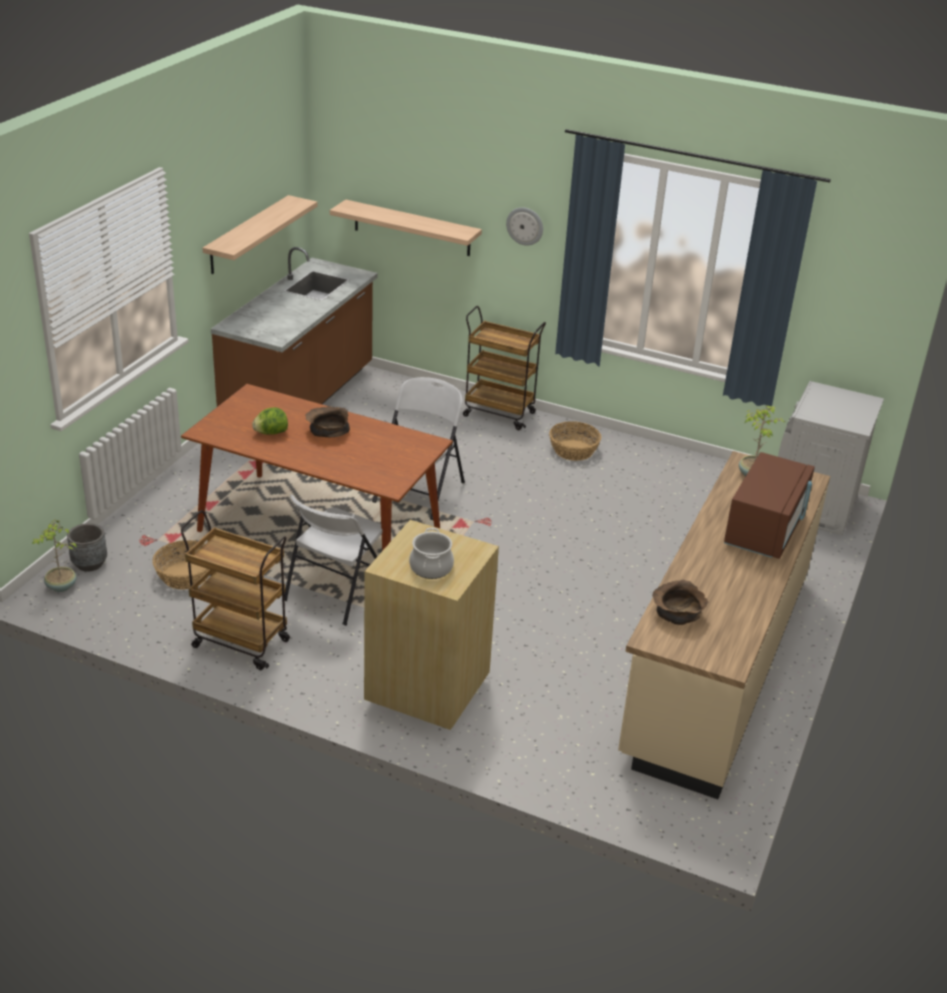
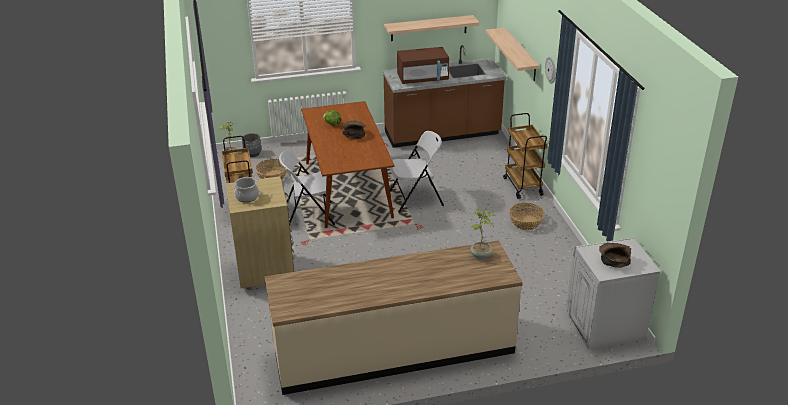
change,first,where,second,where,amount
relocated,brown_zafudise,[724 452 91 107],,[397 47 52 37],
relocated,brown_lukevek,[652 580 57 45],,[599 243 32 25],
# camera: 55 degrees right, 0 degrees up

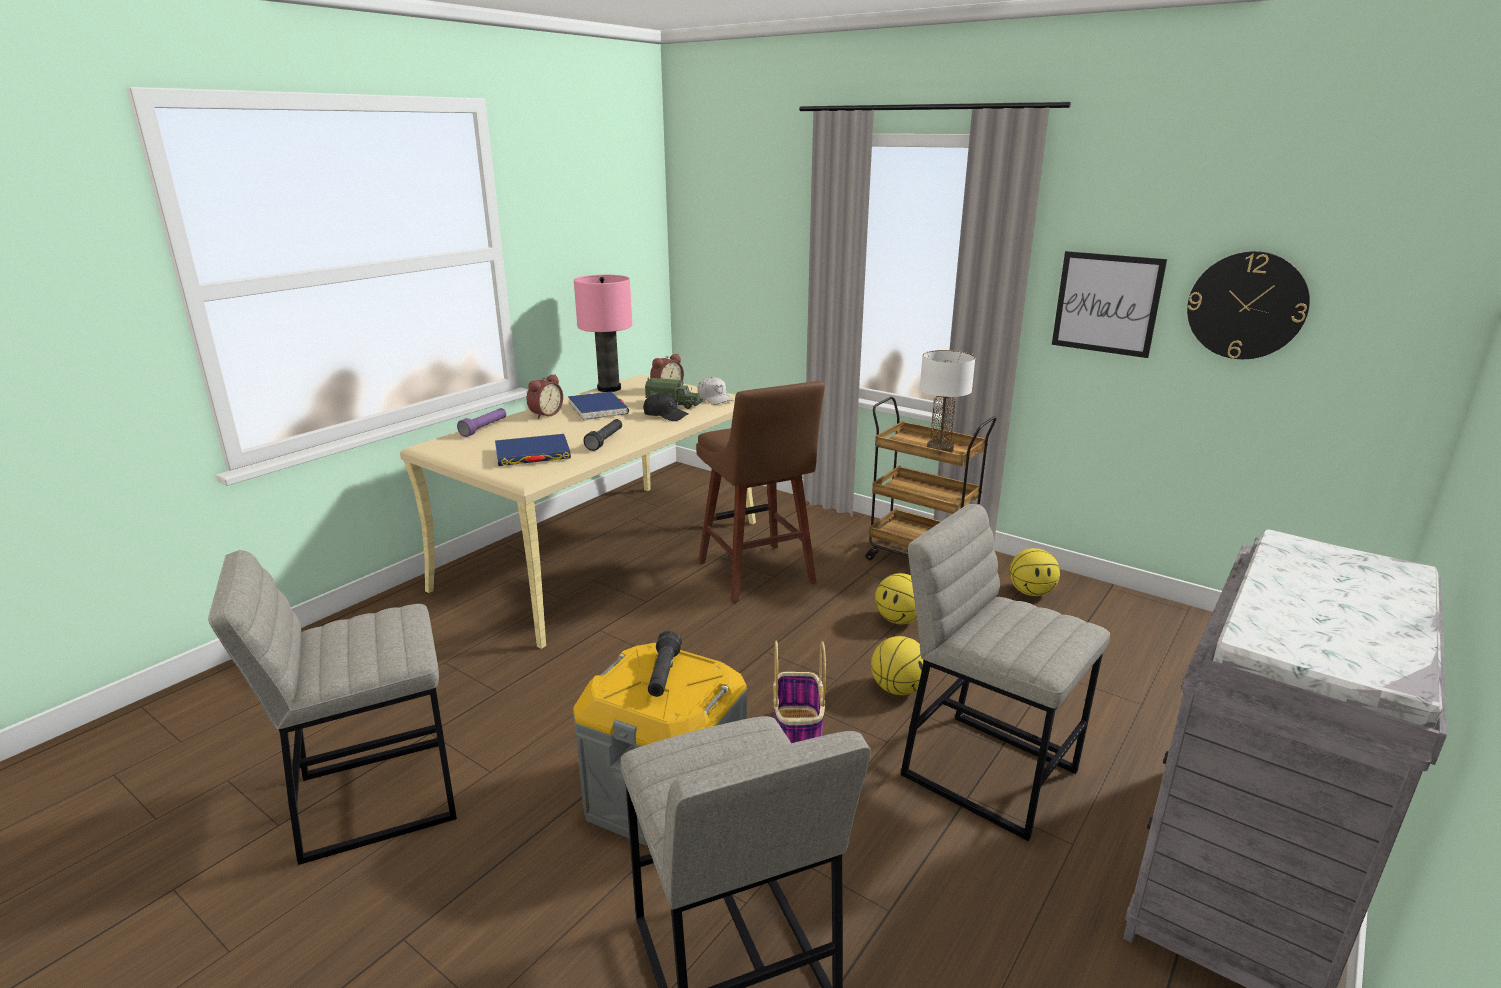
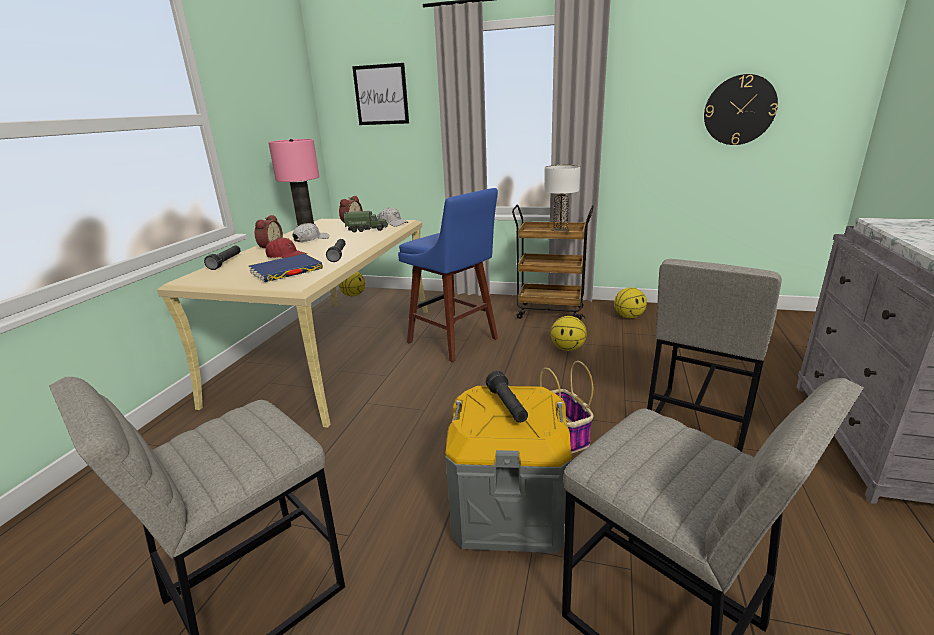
change,first,where,second,where,amount
relocated,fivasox,[1052 251 115 107],,[352 63 57 62],
colour,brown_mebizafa,[696 381 129 222],blue_mebizafa,[398 188 100 174],
exchanged,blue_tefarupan,[568 391 61 30],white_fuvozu,[293 223 36 19],
missing,black_fuvozu,[643 393 46 28],,,
colour,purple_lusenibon,[457 408 49 29],black_lusenibon,[204 246 37 24],
spun,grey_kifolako,[901 504 209 337],,[647 259 135 193],75 degrees counterclockwise
relocated,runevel,[871 636 53 59],,[339 272 26 25],
appeared,,,red_fuvozu,[265 238 42 20],
# camera: 20 degrees left, 0 degrees up

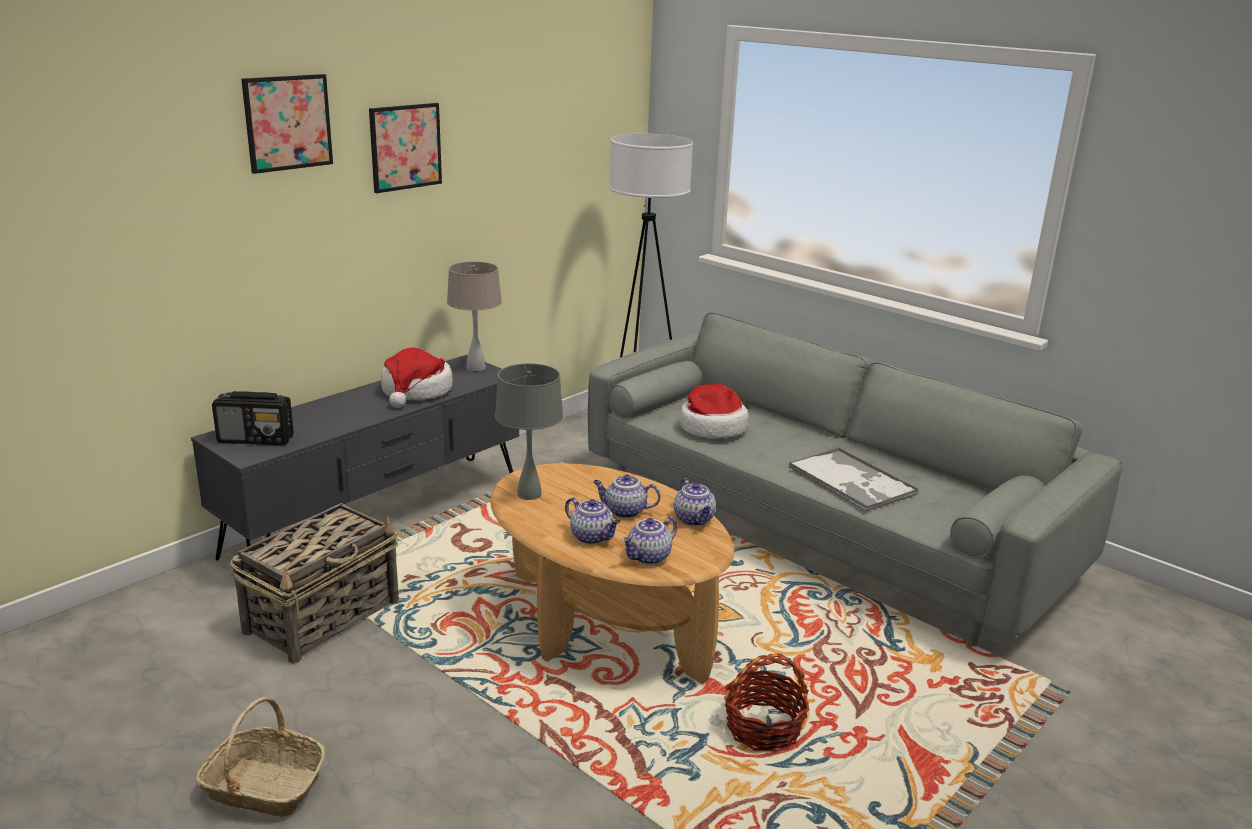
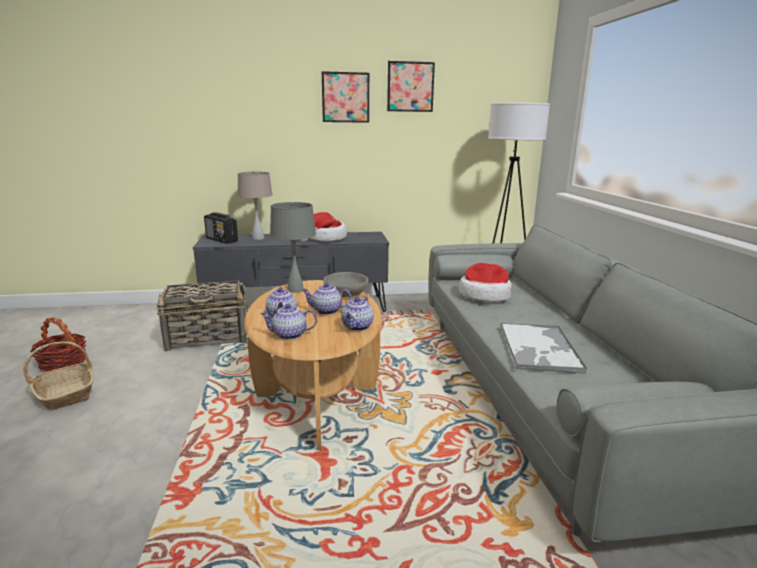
change,first,where,second,where,amount
relocated,fivasox,[241 74 92 100],,[387 61 48 51],
relocated,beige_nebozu,[447 261 55 110],,[238 171 35 69],
spun,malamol,[593 474 68 44],,[302 283 50 32],45 degrees counterclockwise
relocated,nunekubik,[724 653 86 99],,[30 317 56 55],
appeared,,,grey_lukevek,[324 272 44 25],
# camera: 40 degrees right, 5 degrees down

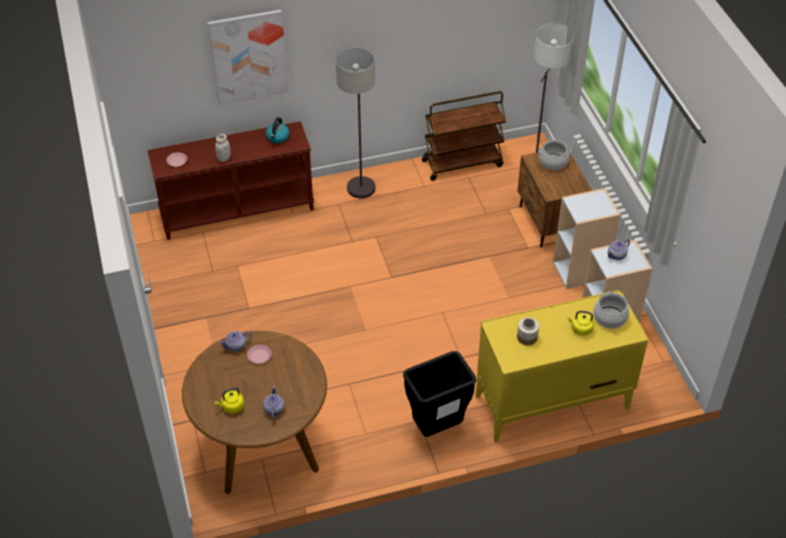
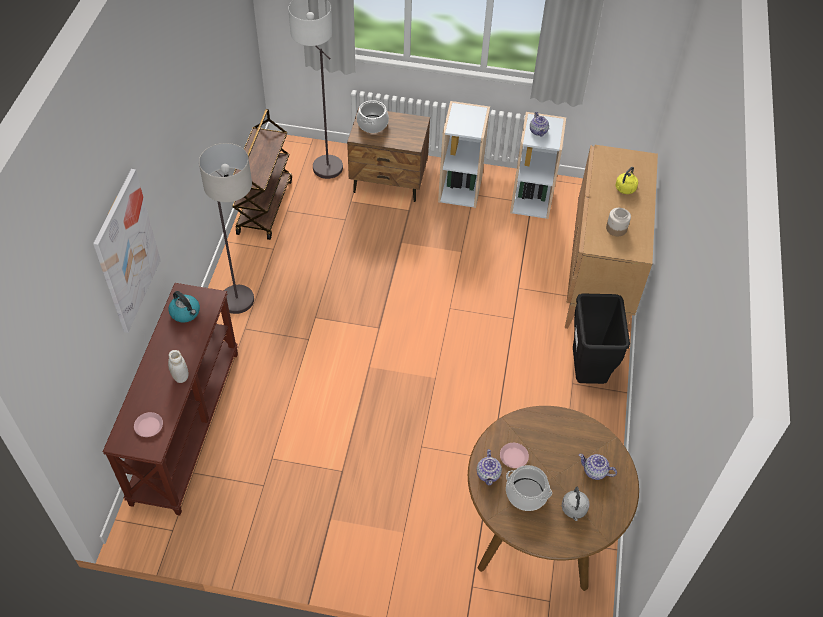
change,first,where,second,where,amount
colour,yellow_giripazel,[476 290 172 152],brown_giripazel,[565 145 93 184],
relocated,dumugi,[593 291 36 38],,[506 465 46 46],
colour,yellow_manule,[214 387 30 27],grey_manule,[562 487 28 34],
# camera: 65 degrees left, 5 degrees up

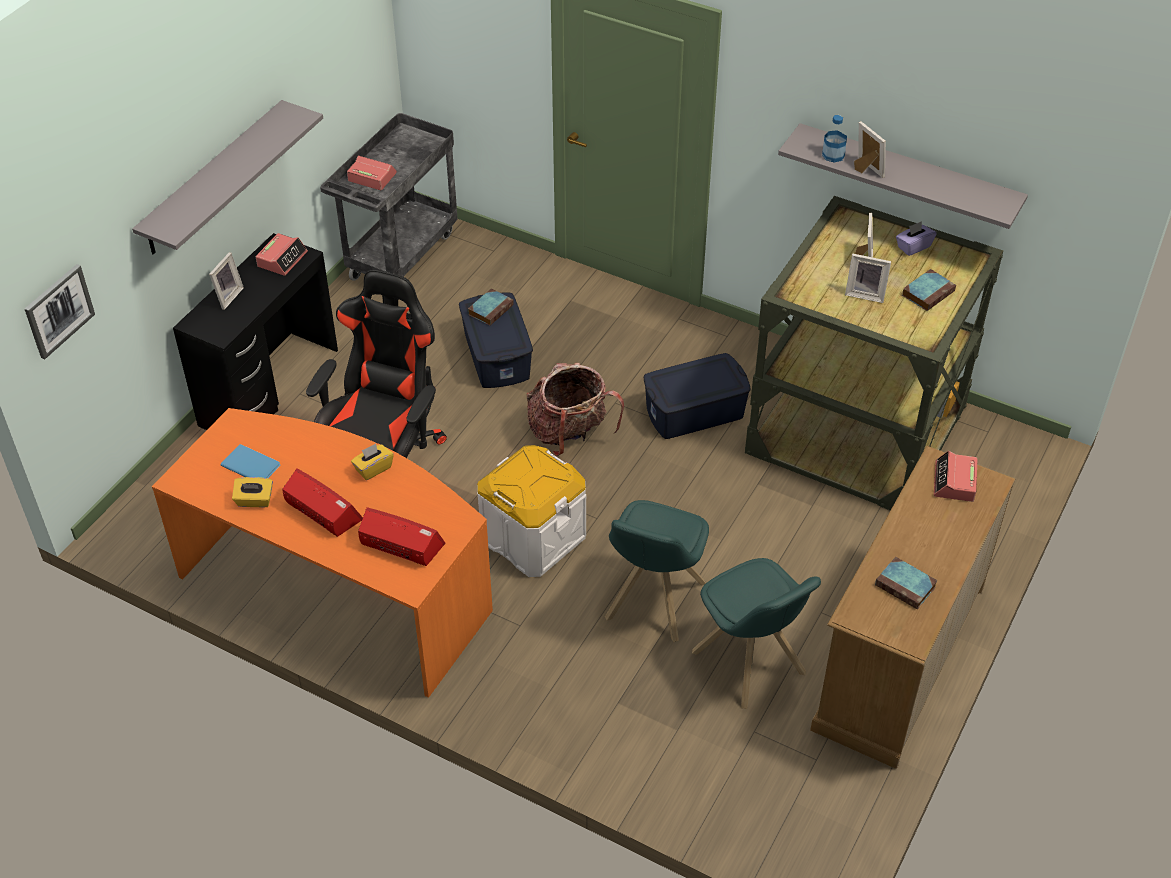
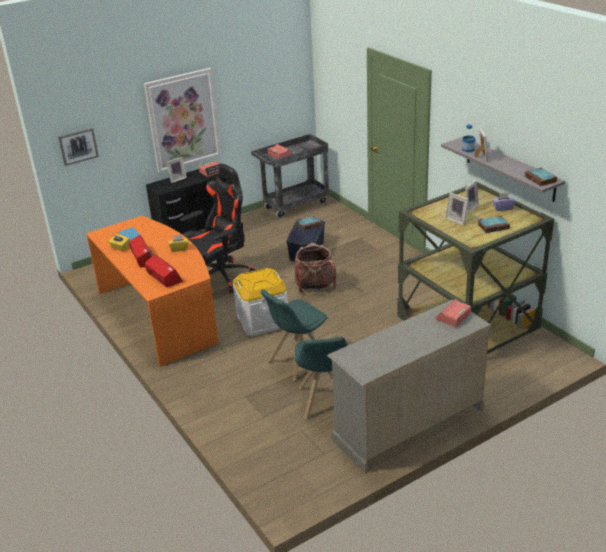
change,first,where,second,where,amount
exchanged,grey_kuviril,[132 100 191 155],fivasox,[144 68 77 105],
missing,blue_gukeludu,[644 353 106 86],,,
colour,brown_giripazel,[810 446 205 323],grey_giripazel,[327 299 165 174],
relocated,tefarupan,[875 557 63 52],,[525 168 32 18],
# camera: 30 degrees right, 15 degrees down

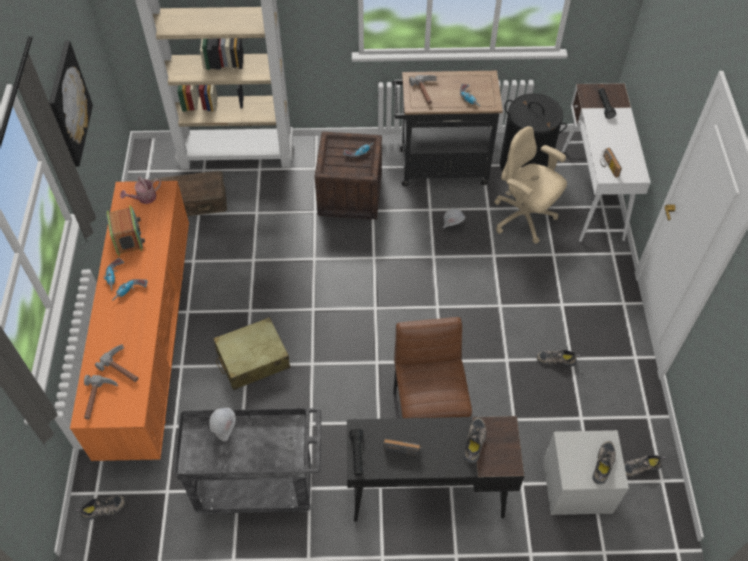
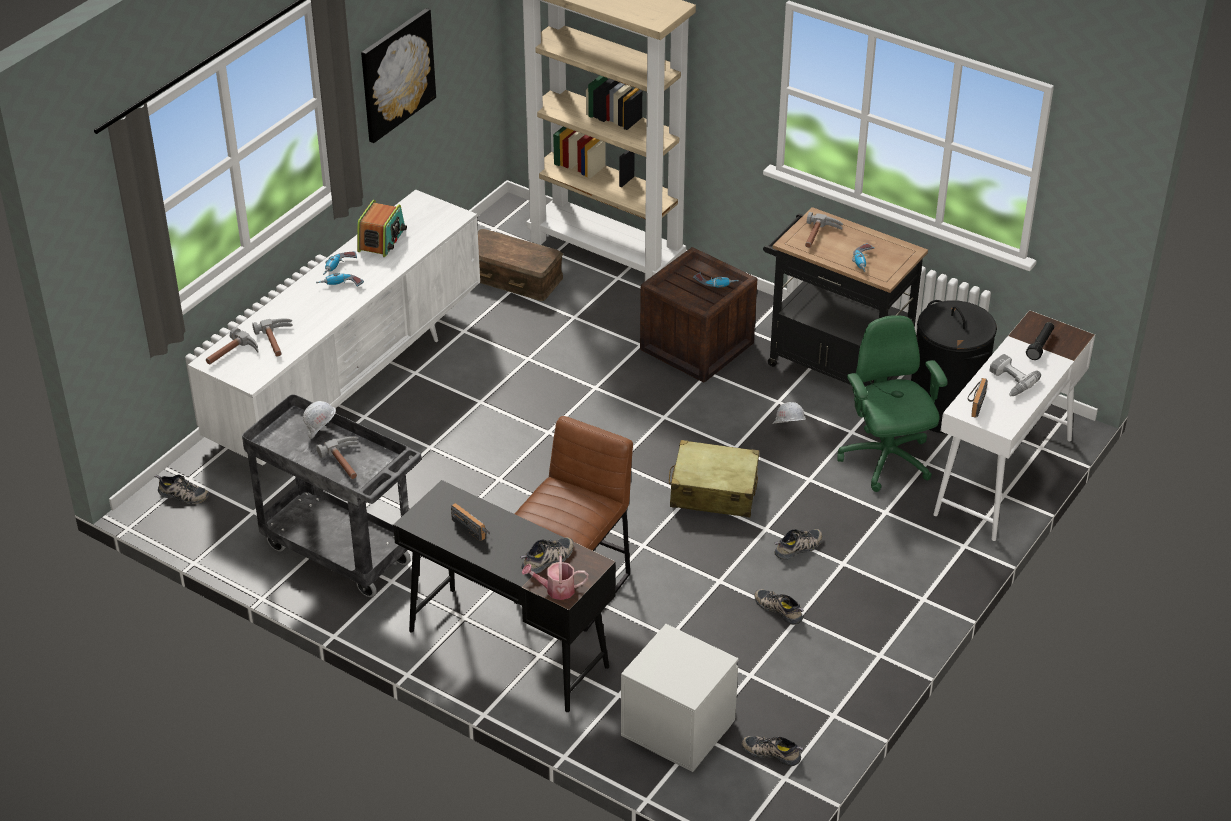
change,first,where,second,where,amount
colour,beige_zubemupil,[494 126 73 118],green_zubemupil,[837 315 111 177],
relocated,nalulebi,[120 177 41 27],,[522 556 66 44],
colour,orange_giripazel,[70 181 119 280],white_giripazel,[188 190 292 275],
relocated,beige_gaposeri,[213 317 77 73],,[669 440 90 78],
missing,black_lusenibon,[349 429 14 47],,,
relocated,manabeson,[592 441 24 43],,[774 529 48 30],
appeared,,,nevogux,[989 354 52 42],
appeared,,,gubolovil,[316 437 42 42],
# camera: 35 degrees right, 15 degrees down

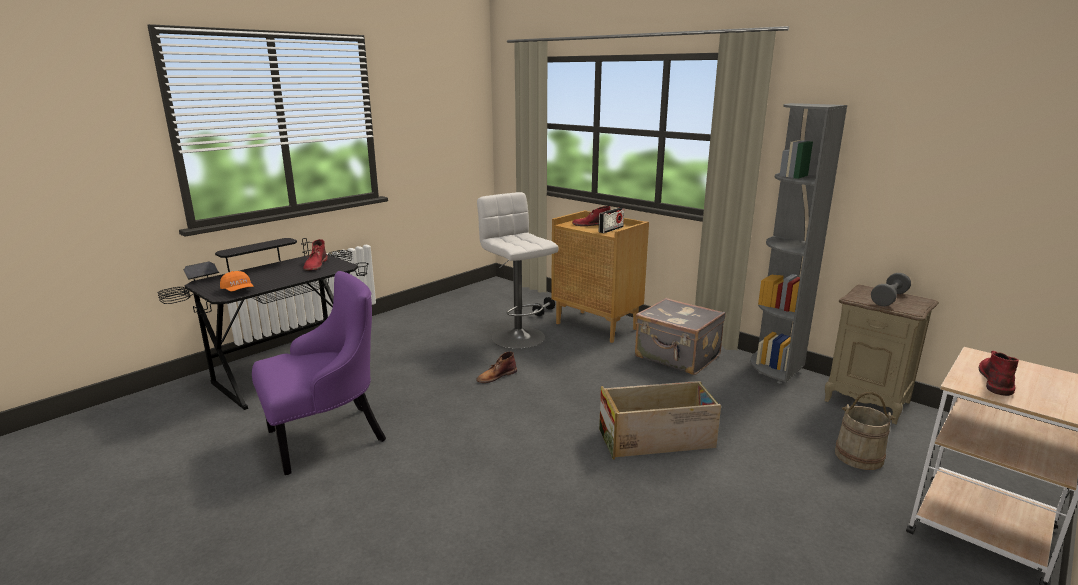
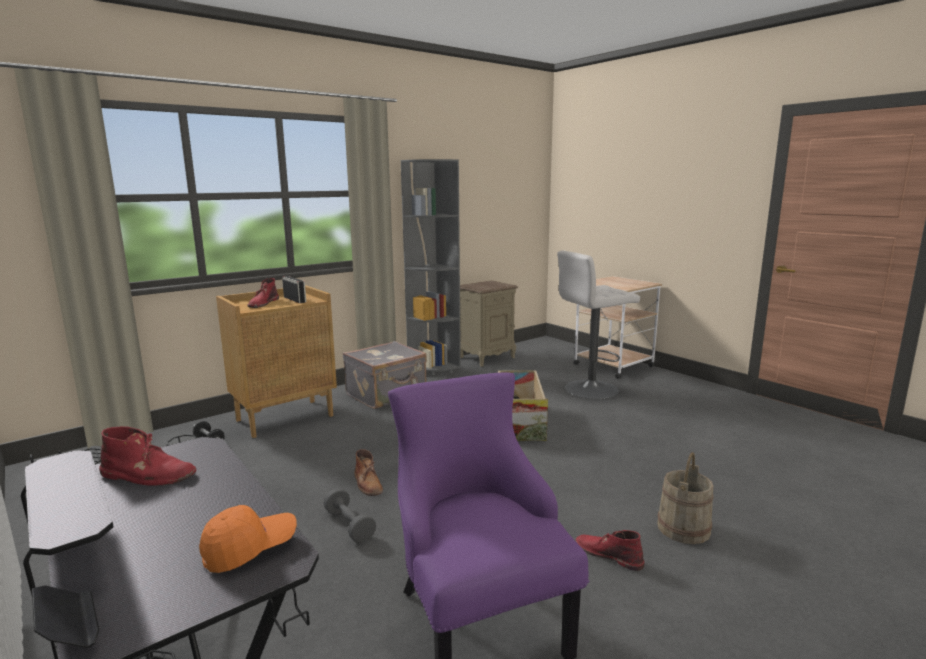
change,first,where,second,where,amount
relocated,white_mebizafa,[477 192 81 157],,[557 250 83 149],
relocated,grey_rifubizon,[871 273 40 33],,[324 488 52 55],
relocated,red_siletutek,[979 351 40 45],,[576 530 68 41],
relocated,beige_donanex,[835 392 60 78],,[657 452 57 92],
# camera: 80 degrees left, 5 degrees down

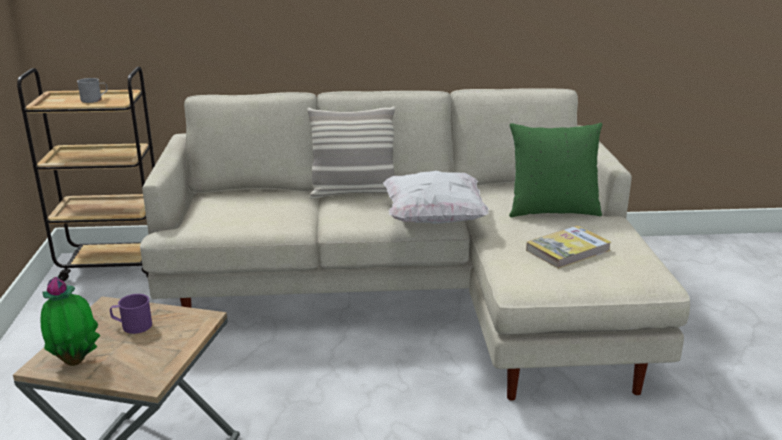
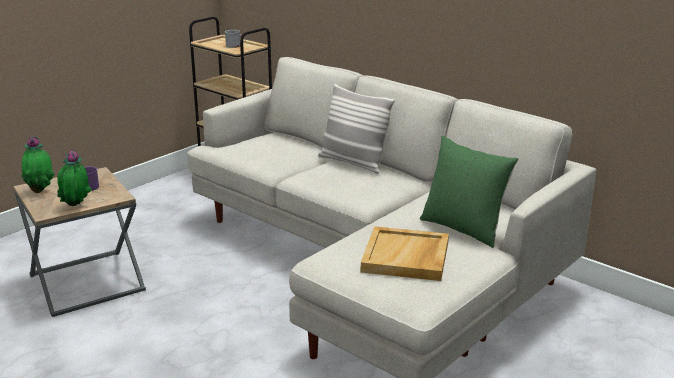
change,first,where,second,where,amount
missing,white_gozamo,[383 171 106 53],,,
exchanged,tefarupan,[526 226 85 43],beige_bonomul,[361 226 88 55],
appeared,,,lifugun,[57 151 35 55],
# camera: 45 degrees right, 0 degrees up

